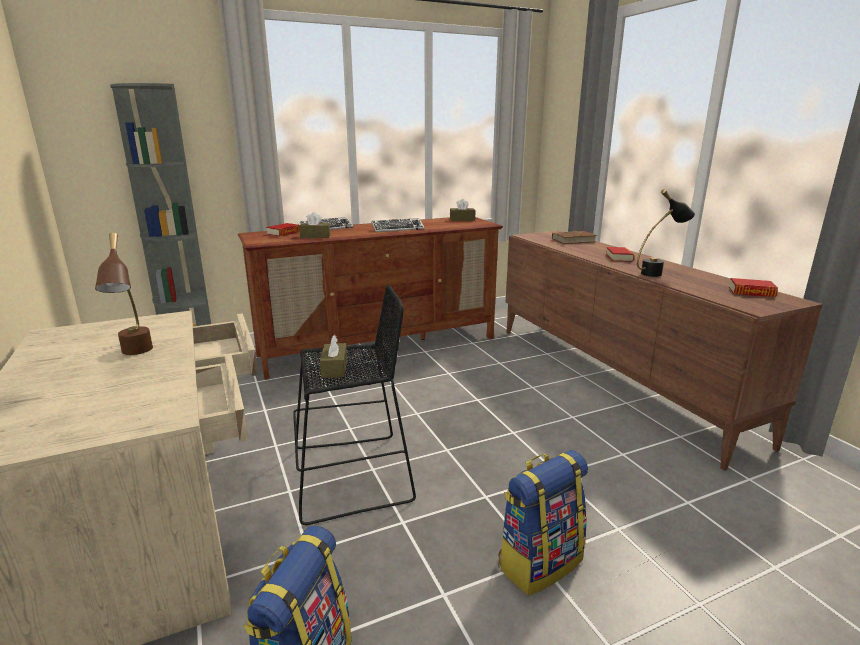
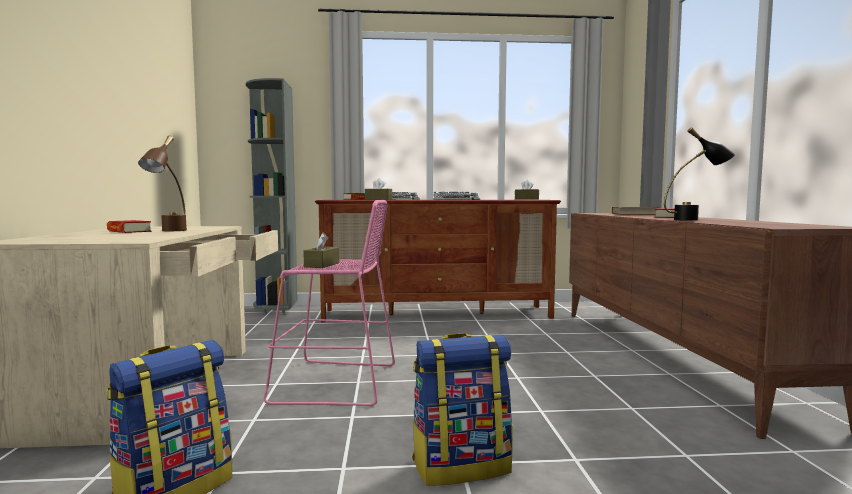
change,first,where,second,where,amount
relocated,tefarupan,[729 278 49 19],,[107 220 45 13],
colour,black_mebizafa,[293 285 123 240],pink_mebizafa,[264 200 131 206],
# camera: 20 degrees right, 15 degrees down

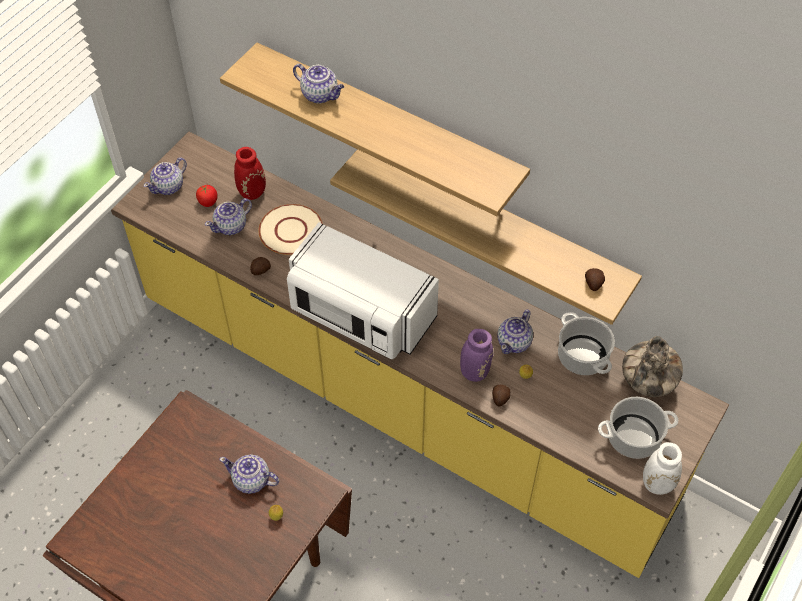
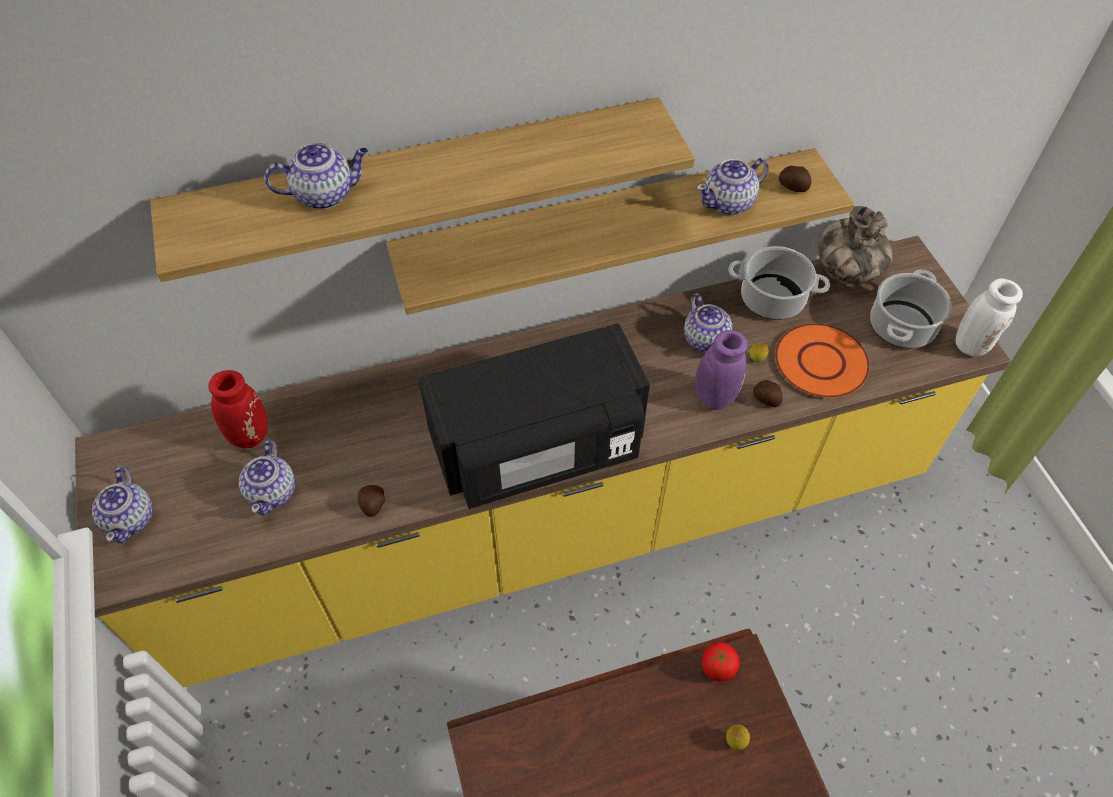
change,first,where,second,where,amount
relocated,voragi,[196 185 22 22],,[702 642 37 39],
missing,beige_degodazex,[258 204 65 51],,,
colour,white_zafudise,[287 222 152 137],black_zafudise,[418 323 232 186],
relocated,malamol,[219 454 60 40],,[697 158 72 57],
appeared,,,orange_degodazex,[775 323 95 75],
# camera: 50 degrees left, 0 degrees up

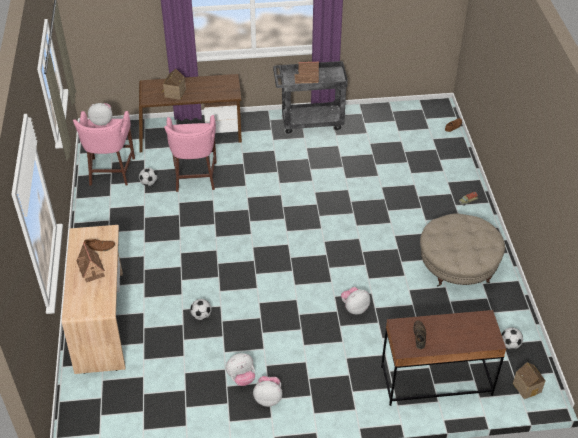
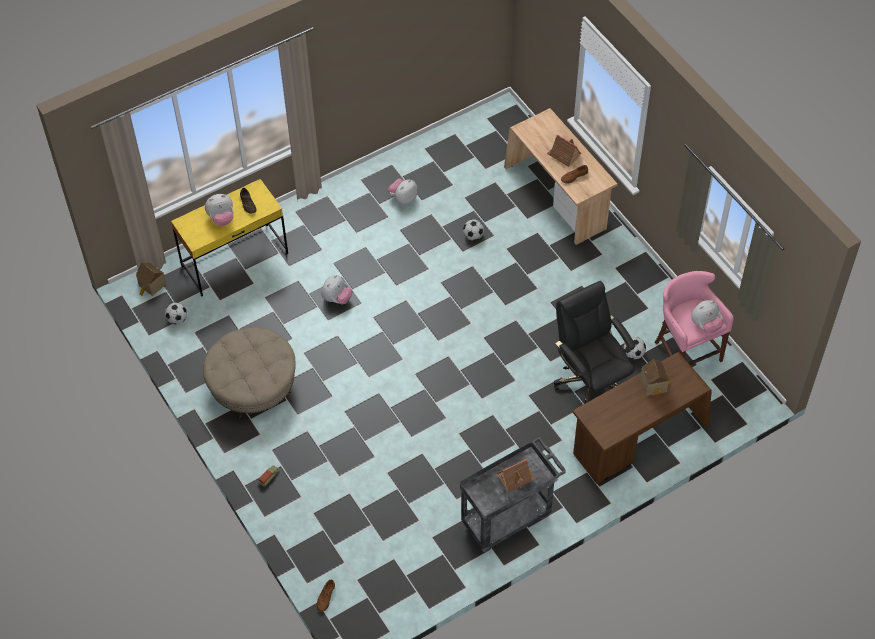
change,first,where,second,where,amount
exchanged,pink_mebizafa,[164 115 53 77],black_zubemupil,[554 281 82 122],
colour,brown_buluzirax,[381 310 125 96],yellow_buluzirax,[171 179 117 117],
relocated,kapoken,[253 376 30 31],,[205 194 29 32],
# camera: 155 degrees right, 10 degrees up

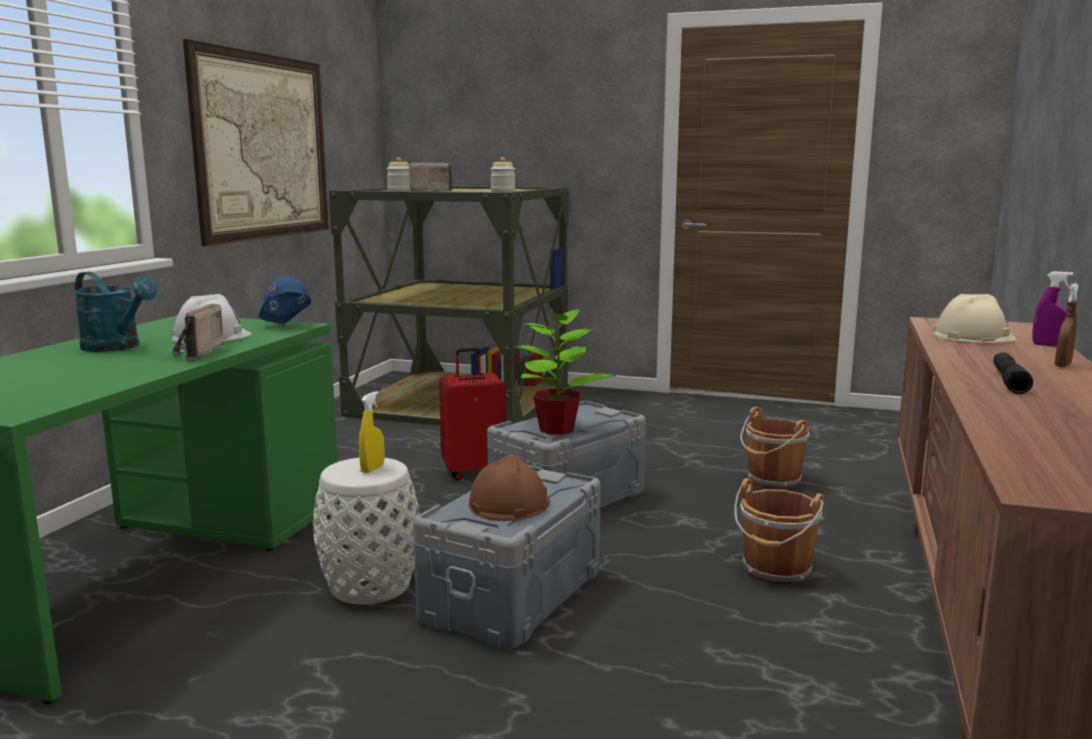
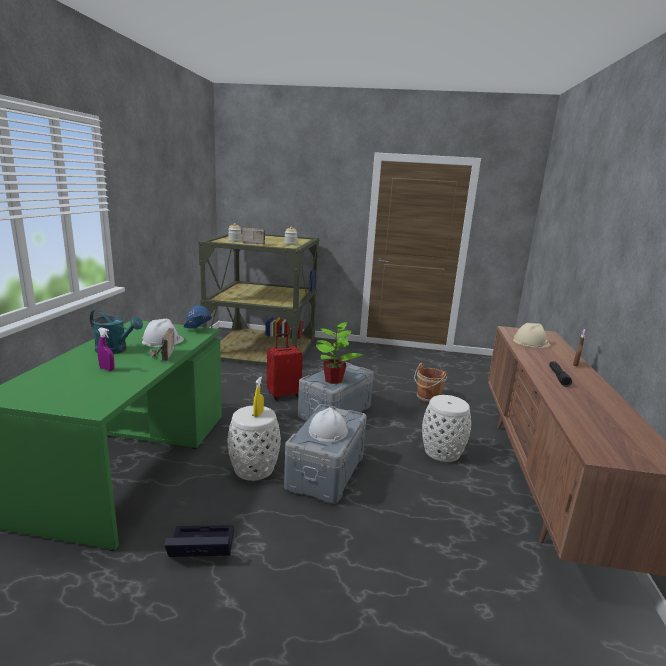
change,first,where,second,where,amount
missing,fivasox,[183 39 146 207],,,
relocated,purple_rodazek,[1032 271 41 76],,[98 328 17 43],
colour,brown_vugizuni,[469 454 81 67],white_vugizuni,[309 407 39 36],
exchanged,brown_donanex,[734 478 90 107],white_mebizafa,[422 395 49 67],
appeared,,,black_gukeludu,[164 525 70 32],
# camera: 10 degrees left, 5 degrees up

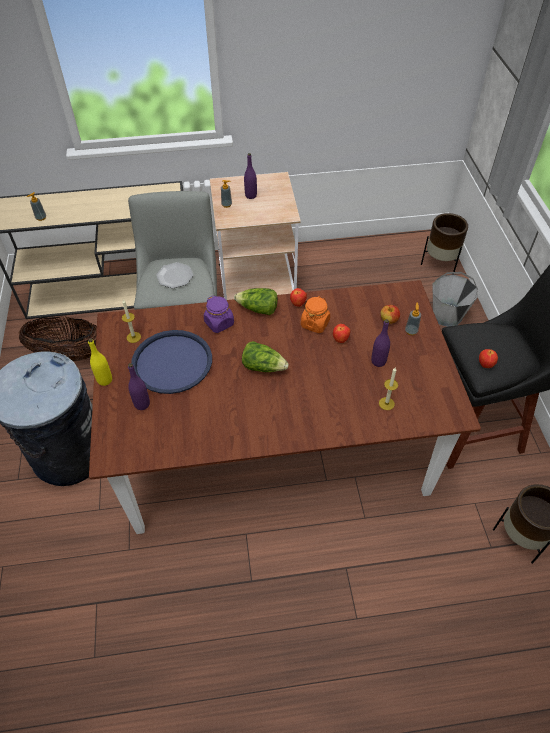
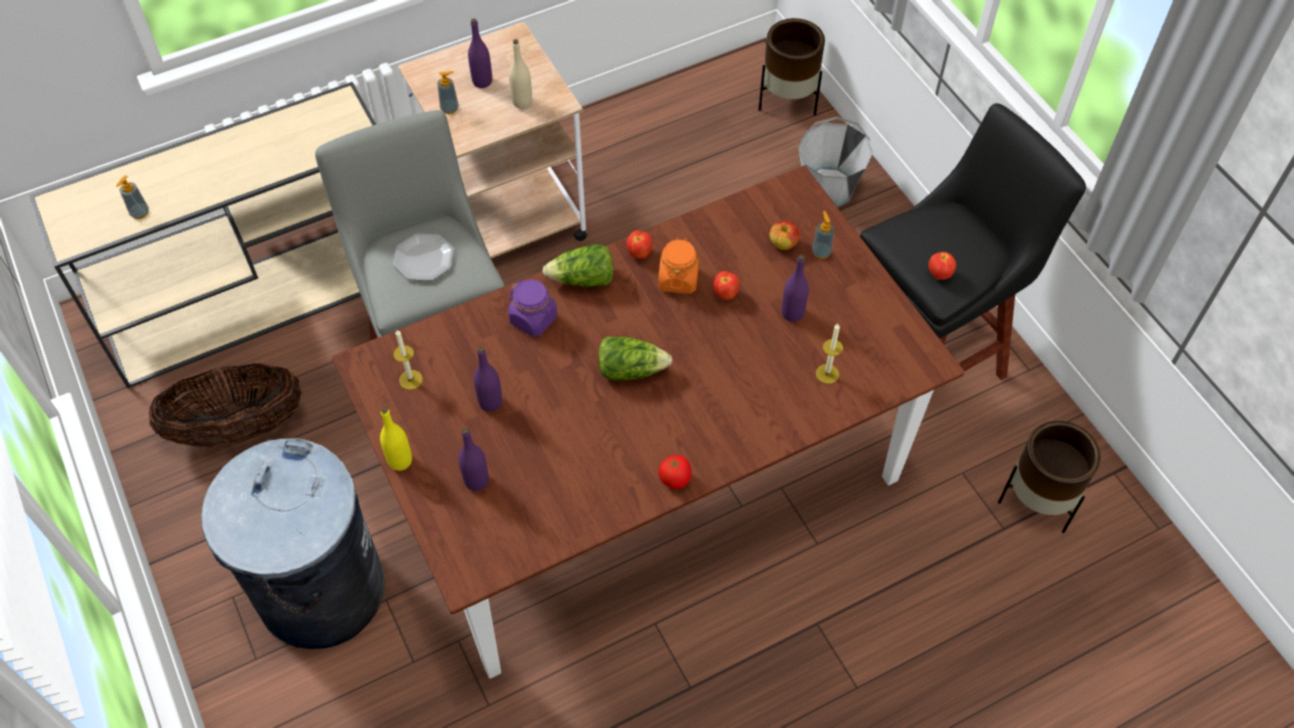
change,first,where,second,where,amount
exchanged,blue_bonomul,[131 330 81 64],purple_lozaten,[474 346 28 66],
appeared,,,beige_lozaten,[509 39 23 70],
appeared,,,voragi,[658 455 33 34],
# camera: 20 degrees left, 5 degrees up

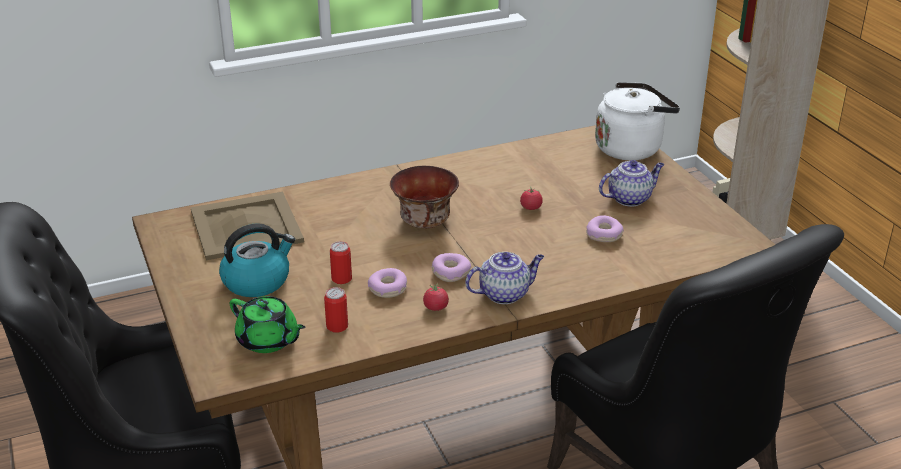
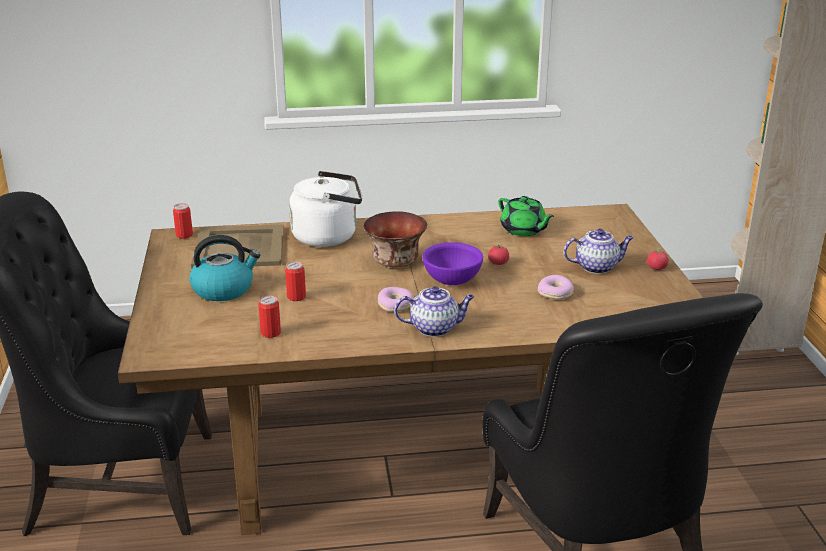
change,first,where,second,where,amount
relocated,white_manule,[595 82 85 78],,[289 171 73 76],
missing,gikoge,[368 268 39 30],,,
relocated,voragi,[423 283 26 28],,[647 247 22 23],
relocated,green_malamol,[230 296 75 57],,[498 196 56 40],
appeared,,,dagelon,[173 203 20 36],
appeared,,,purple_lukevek,[422 242 61 43],
# camera: 15 degrees right, 5 degrees down

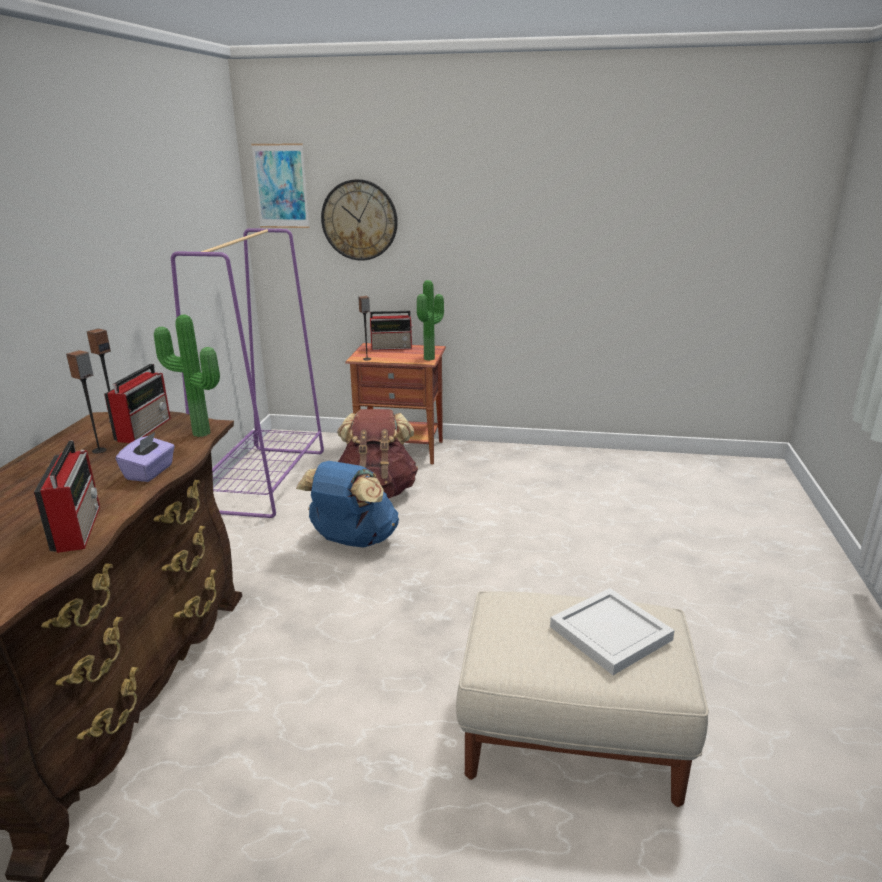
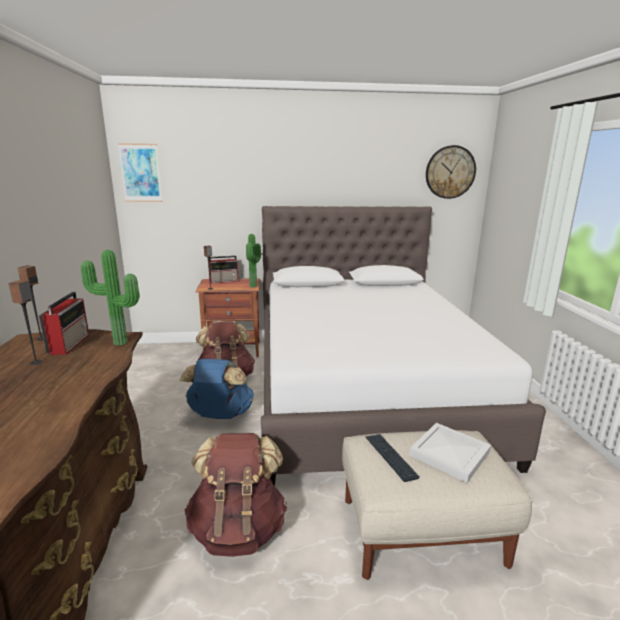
change,first,where,second,where,amount
relocated,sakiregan,[321 179 77 82],,[426 145 50 54],
missing,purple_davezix,[171 228 153 290],,,
missing,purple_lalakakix,[116 432 59 50],,,
missing,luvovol,[34 440 66 113],,,
appeared,,,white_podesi,[261 206 285 280],
appeared,,,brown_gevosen,[185 433 102 124],
appeared,,,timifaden,[365 434 55 48],
# camera: 15 degrees left, 5 degrees down

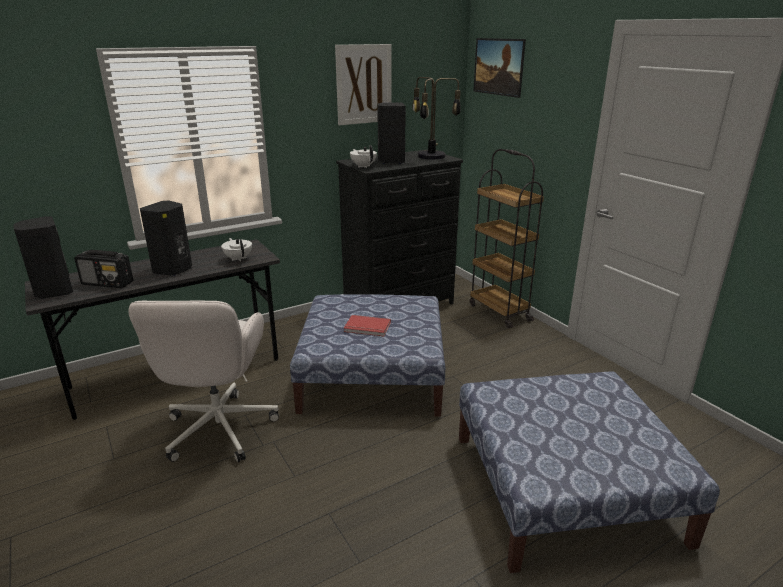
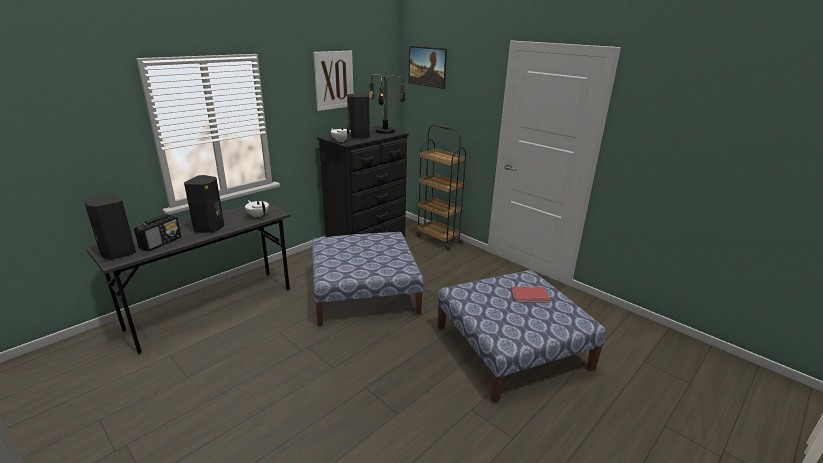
change,first,where,second,where,amount
spun,luvovol,[74 250 59 38],,[134 214 47 37],60 degrees counterclockwise
missing,white_zubemupil,[128 301 151 161],,,
relocated,red_tefarupan,[344 315 47 21],,[511 287 40 16],
# camera: 15 degrees left, 0 degrees up

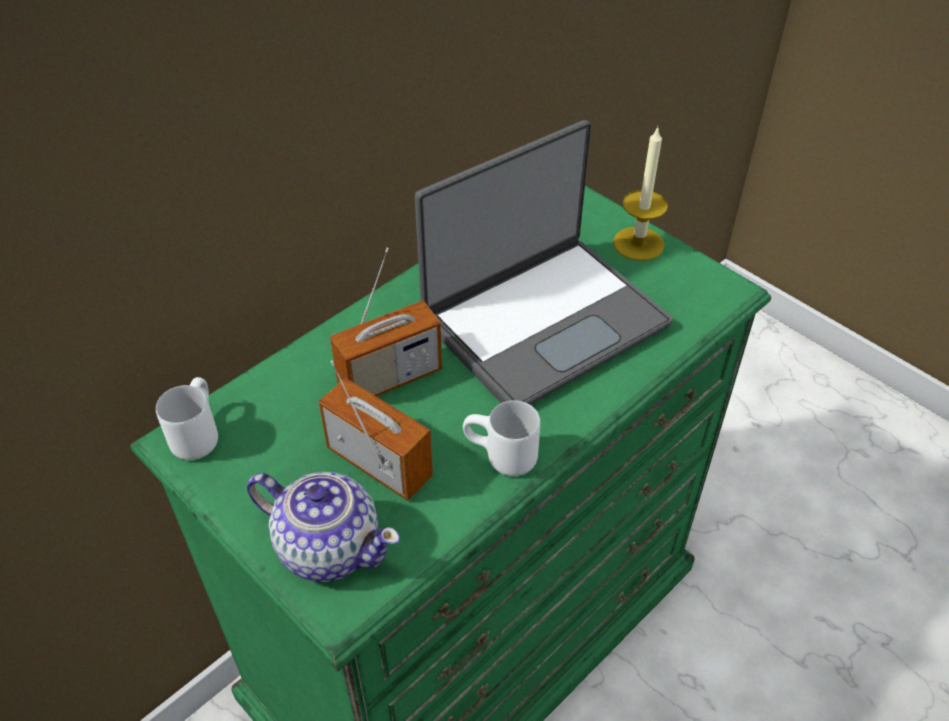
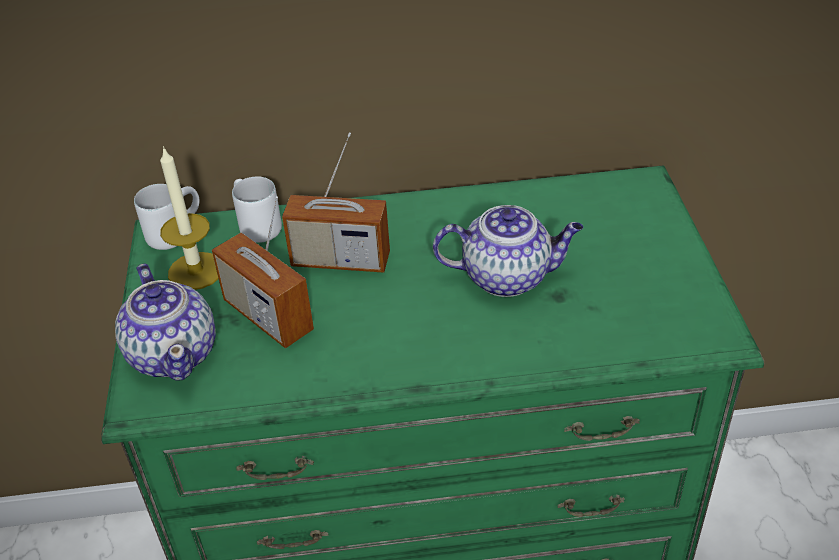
change,first,where,second,where,amount
exchanged,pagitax,[415 120 258 285],malamol,[433 205 150 92],
relocated,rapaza,[613 126 55 135],,[160 146 58 144],
spun,luvovol,[318 361 115 140],,[212 196 102 152],150 degrees clockwise
relocated,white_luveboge,[463 400 77 76],,[232 176 50 67],
# camera: 40 degrees right, 5 degrees down

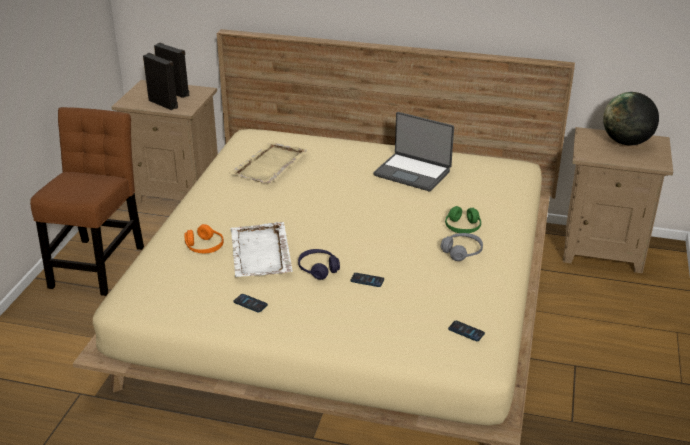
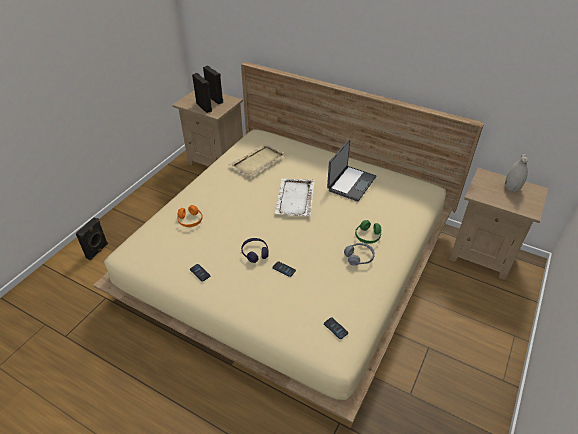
change,first,where,second,where,amount
exchanged,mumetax,[603 92 56 53],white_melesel,[505 154 23 38],
missing,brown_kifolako,[30 107 114 189],,,
spun,pagitax,[373 112 81 79],,[327 140 49 61],105 degrees counterclockwise
relocated,white_bonomul,[230 222 63 55],,[275 178 39 38],
appeared,,,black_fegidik,[76 217 32 44],
# camera: 15 degrees right, 10 degrees up

